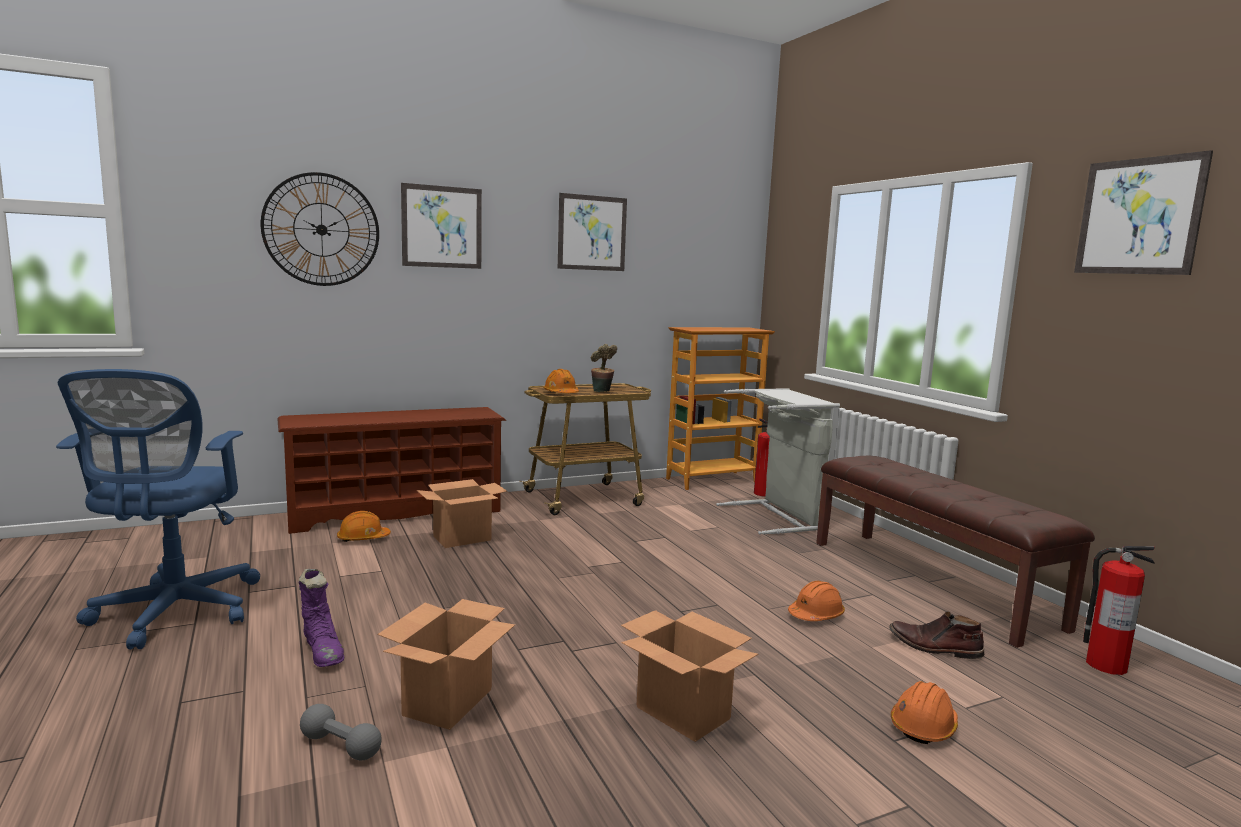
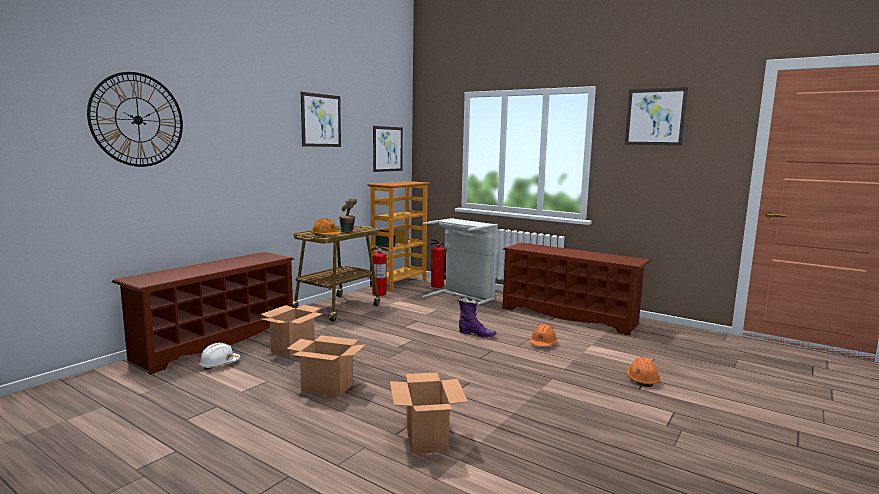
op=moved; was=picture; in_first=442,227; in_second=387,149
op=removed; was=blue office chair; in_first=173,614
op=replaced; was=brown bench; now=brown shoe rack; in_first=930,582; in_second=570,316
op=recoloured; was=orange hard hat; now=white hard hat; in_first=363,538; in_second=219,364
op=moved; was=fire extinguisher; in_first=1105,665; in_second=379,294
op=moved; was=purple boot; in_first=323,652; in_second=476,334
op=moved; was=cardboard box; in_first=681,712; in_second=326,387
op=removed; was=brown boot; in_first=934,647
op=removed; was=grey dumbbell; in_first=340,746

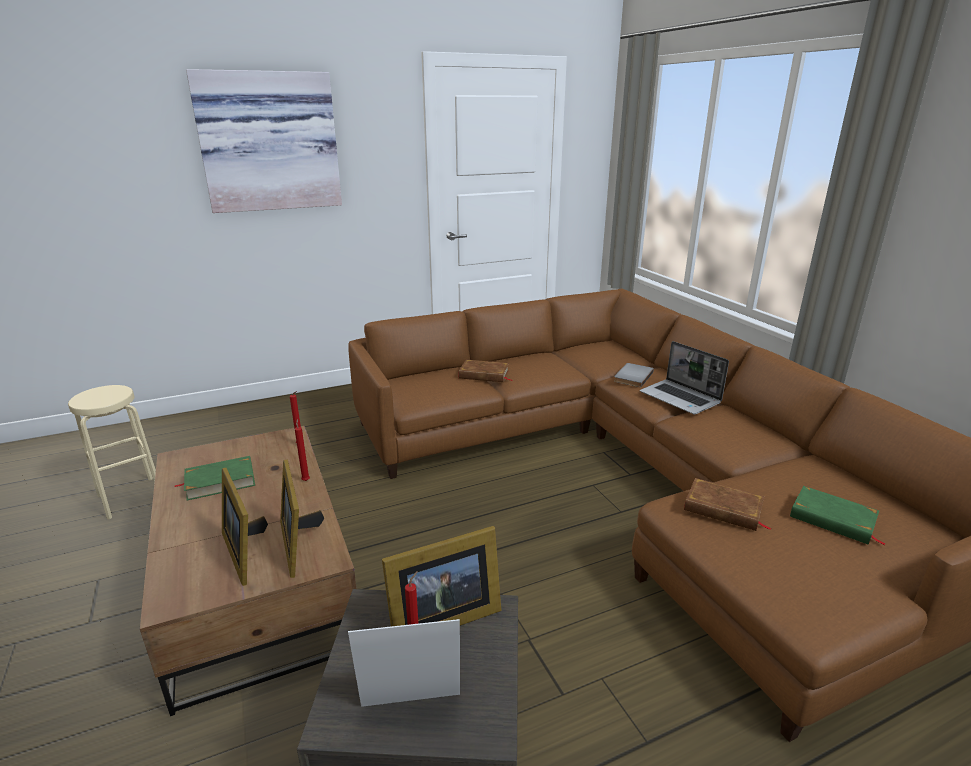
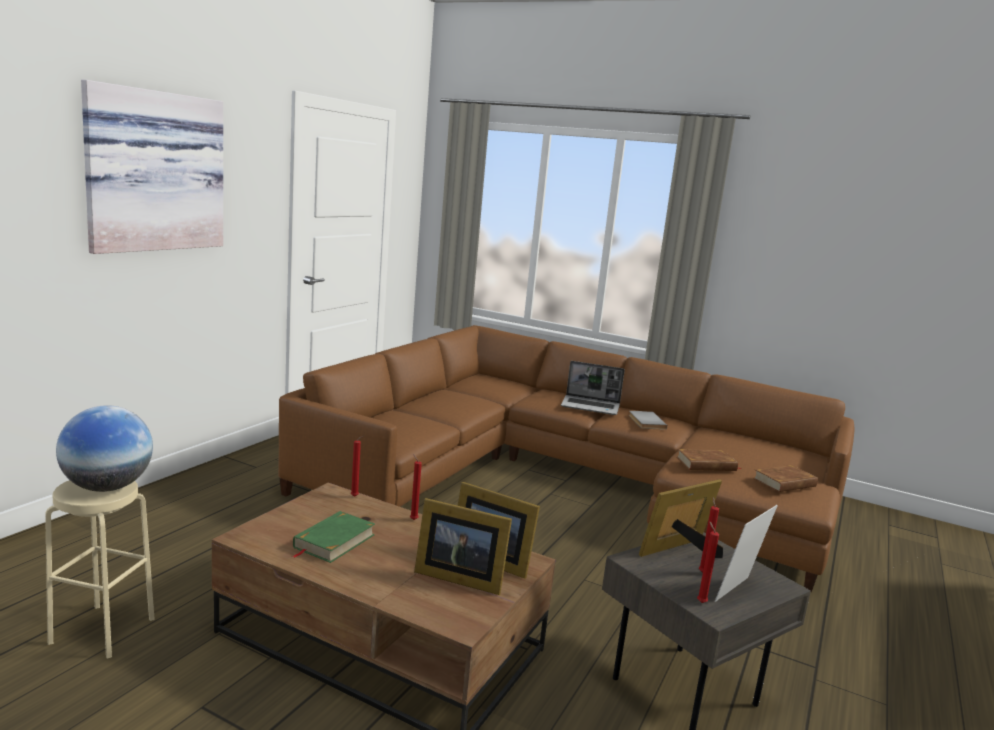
op=moved; was=brown book; in_first=484,374; in_second=785,482
op=moved; was=grey book; in_first=632,376; in_second=645,422
op=removed; was=green book; in_first=832,519
op=turned; was=picture frame; in_first=440,618; in_second=681,551; clockwise=-150
op=added; now=globe; in_second=107,487
op=added; now=red candle; in_second=700,602

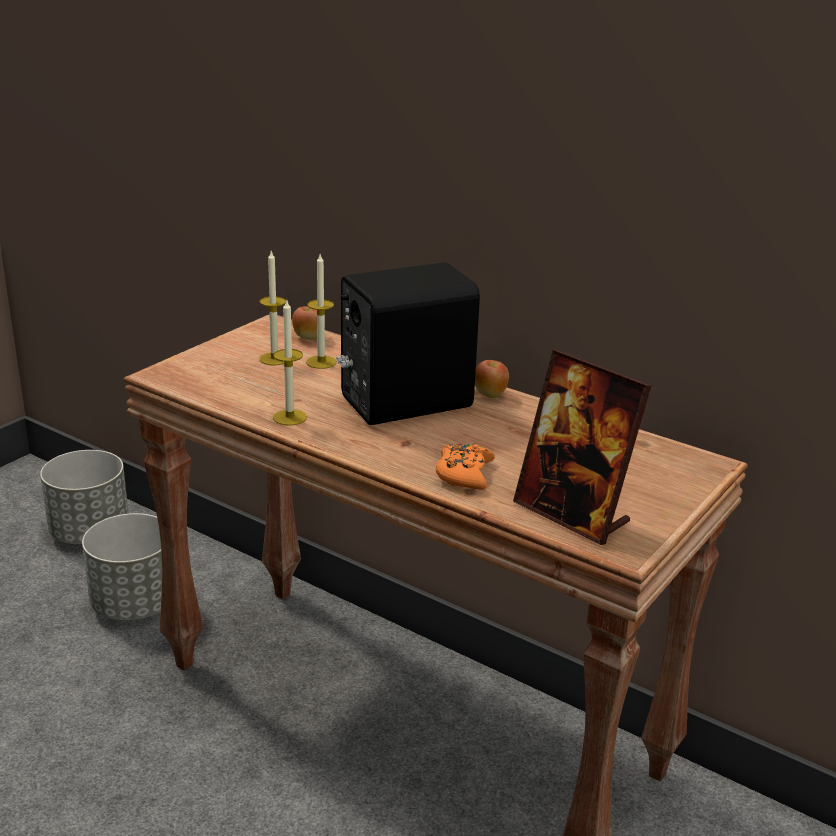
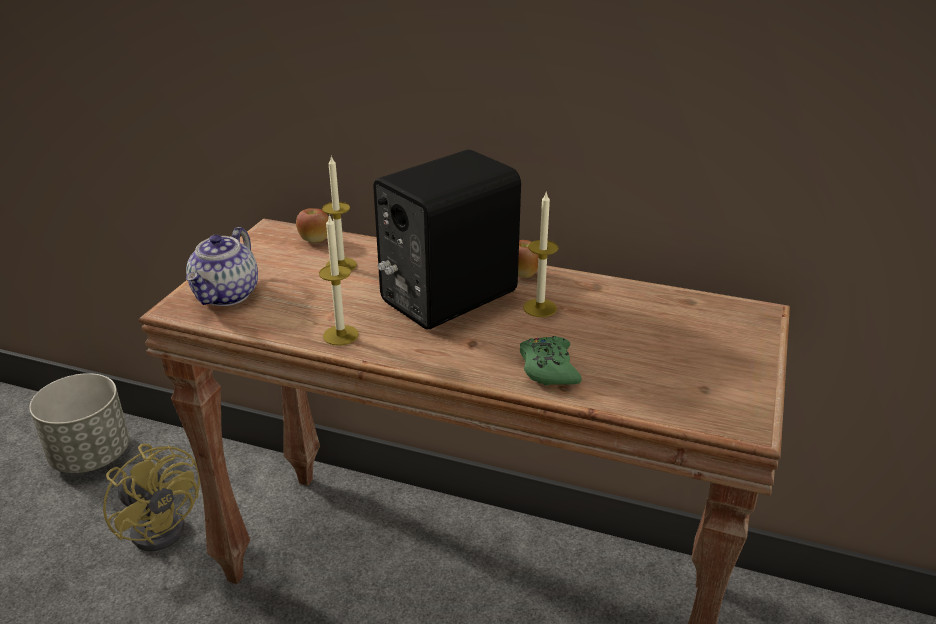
op=moved; was=candle; in_first=274,359; in_second=540,308
op=removed; was=picture frame; in_first=572,514
op=recoloured; was=orange game controller; now=green game controller; in_first=464,474; in_second=548,368
op=replaced; was=grey planter; now=yellow fan; in_first=135,604; in_second=163,523
op=added; now=teapot; in_second=227,295

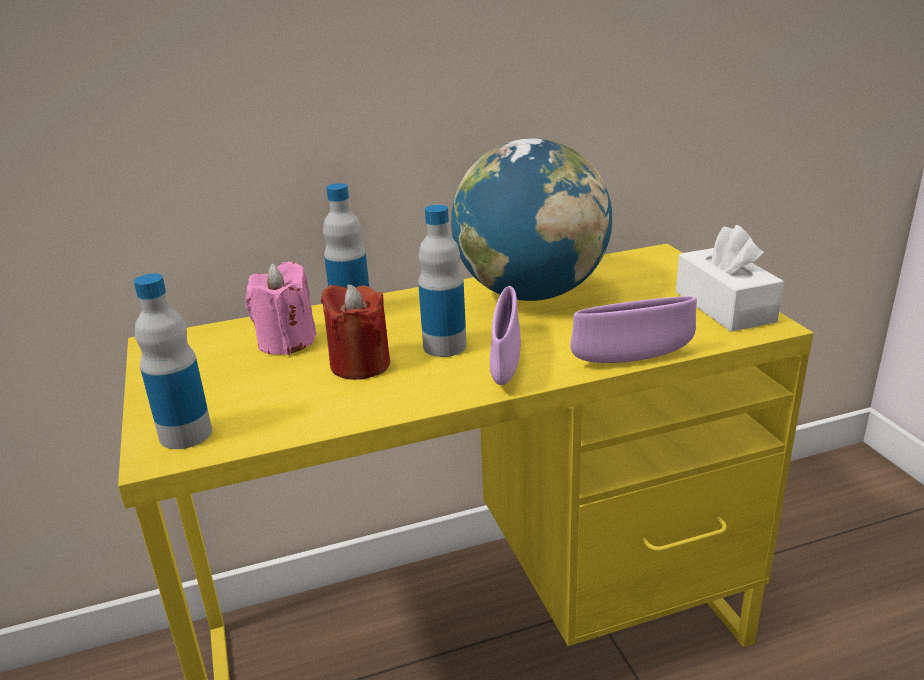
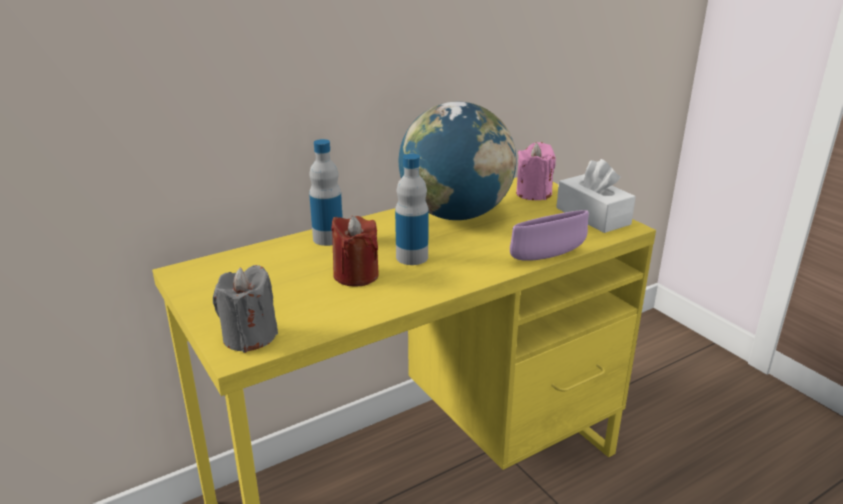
op=moved; was=pink candle; in_first=286,342; in_second=533,194
op=replaced; was=bottle; now=grey candle; in_first=185,434; in_second=249,337
op=removed; was=purple bowl; in_first=505,364

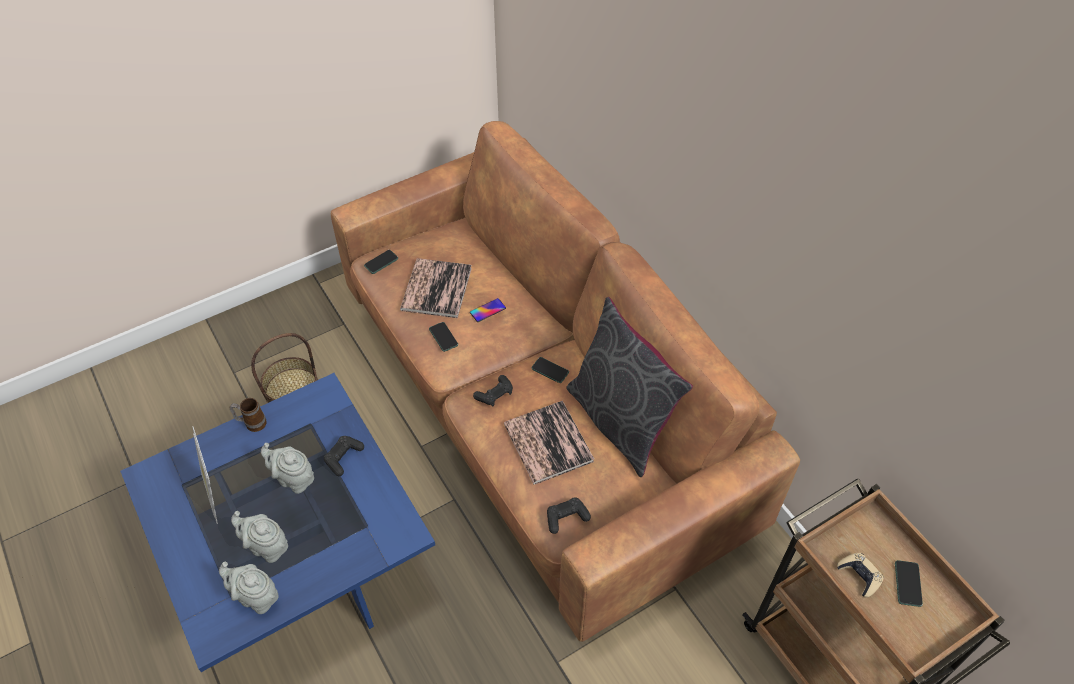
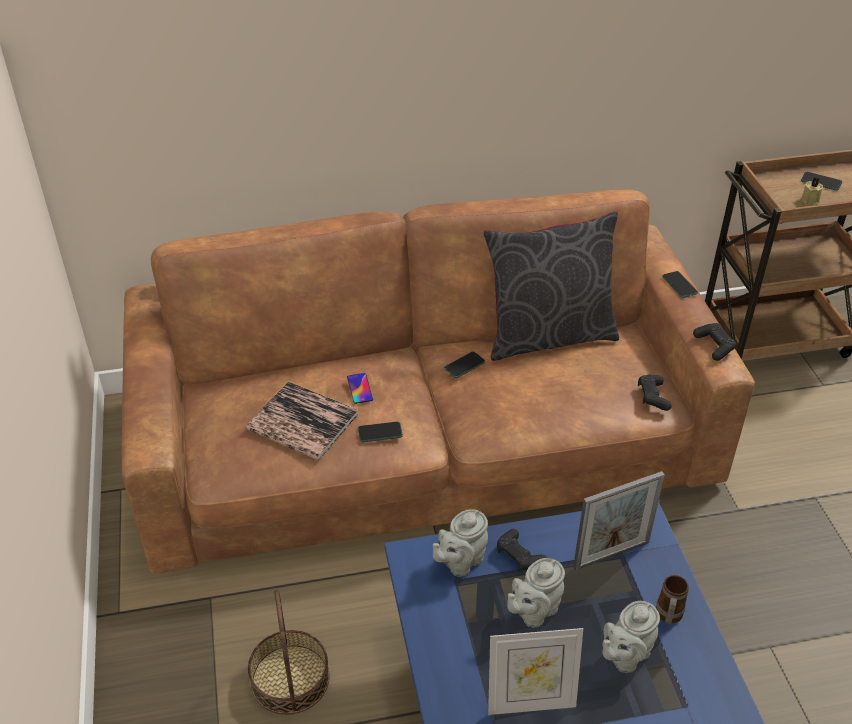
op=moved; was=phone; in_first=381,262; in_second=679,285
op=moved; was=black game controller; in_first=494,394; in_second=714,346
op=moved; was=mug; in_first=252,423; in_second=667,617
op=removed; was=book; in_first=548,443
op=replaced; was=beige game controller; now=beige candle; in_first=859,576; in_second=811,200
op=moved; was=grey teapot; in_first=256,597; in_second=460,562
op=added; now=picture frame; in_second=611,555

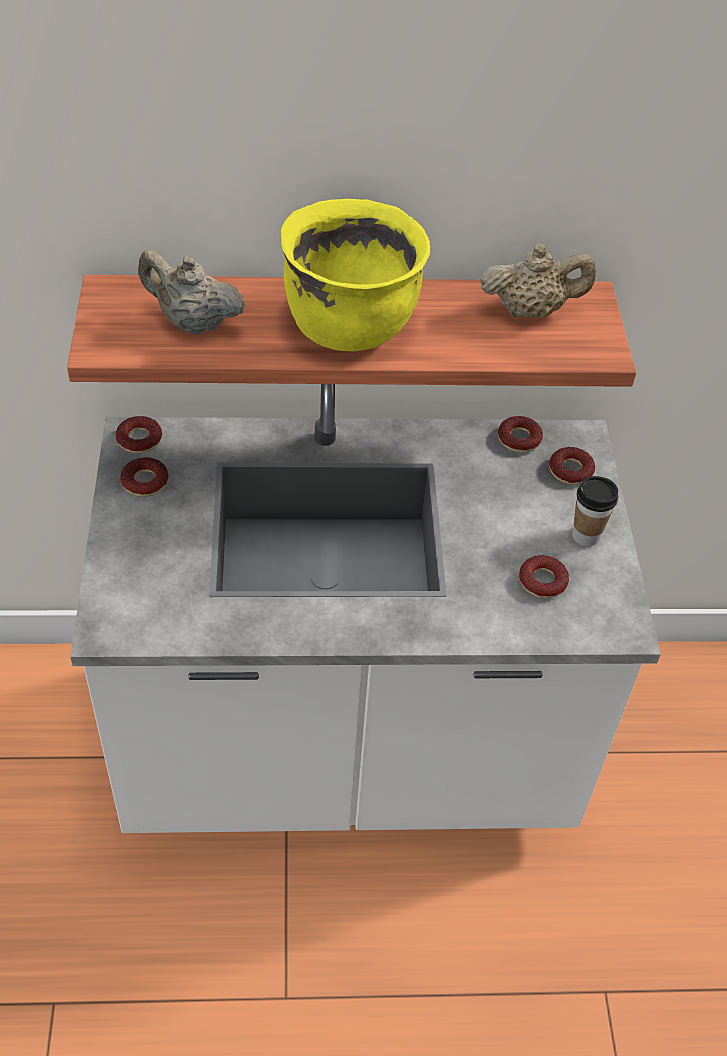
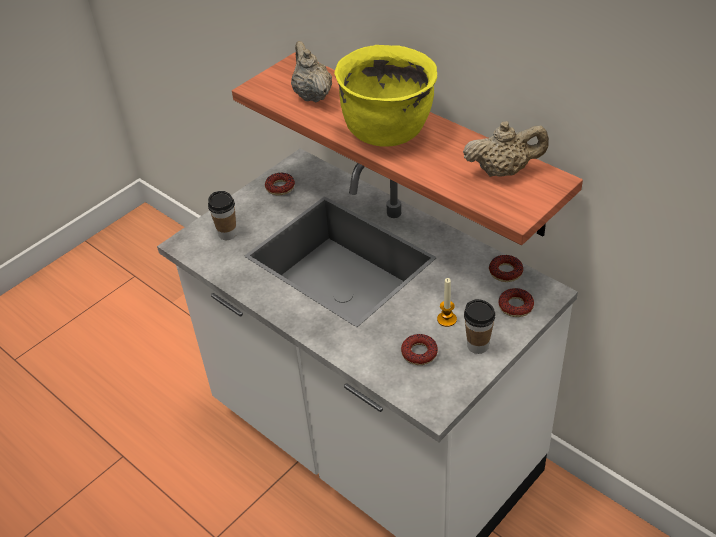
op=turned; was=beige teapot; in_first=531,311; in_second=503,171; clockwise=-45
op=removed; was=donut; in_first=139,439
op=added; now=cup; in_second=227,234
op=added; now=candle; in_second=446,319

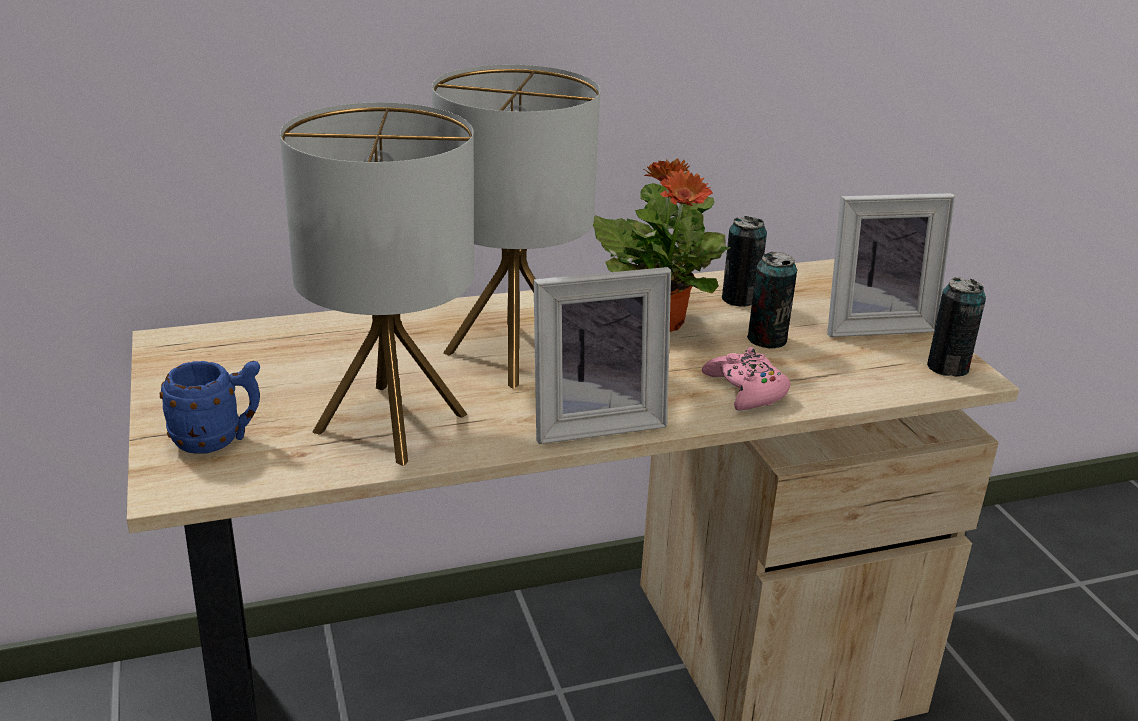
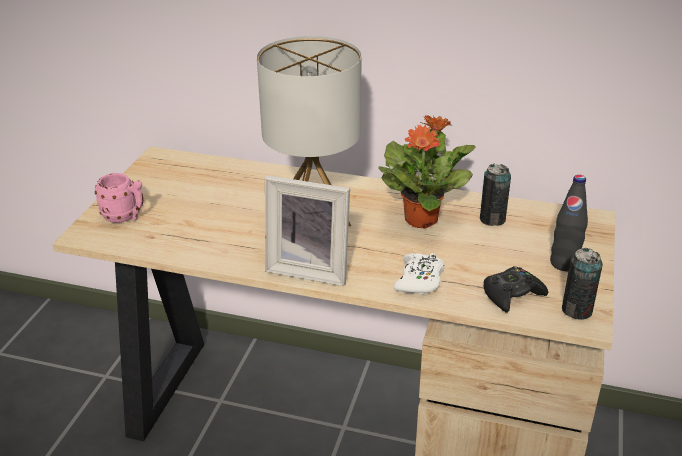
op=removed; was=table lamp; in_first=391,422
op=replaced; was=picture frame; now=black bottle; in_first=873,324; in_second=564,263
op=removed; was=can; in_first=766,340
op=recoloured; was=pink game controller; now=white game controller; in_first=746,390; in_second=419,280
op=recoloured; was=blue mug; now=pink mug; in_first=218,440; in_second=125,217
op=added; now=black game controller; in_second=512,295

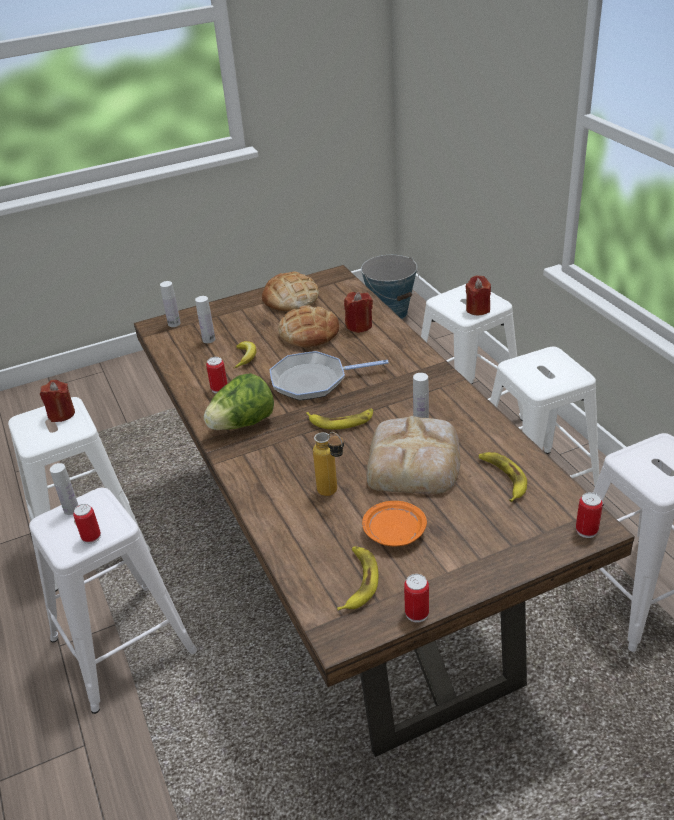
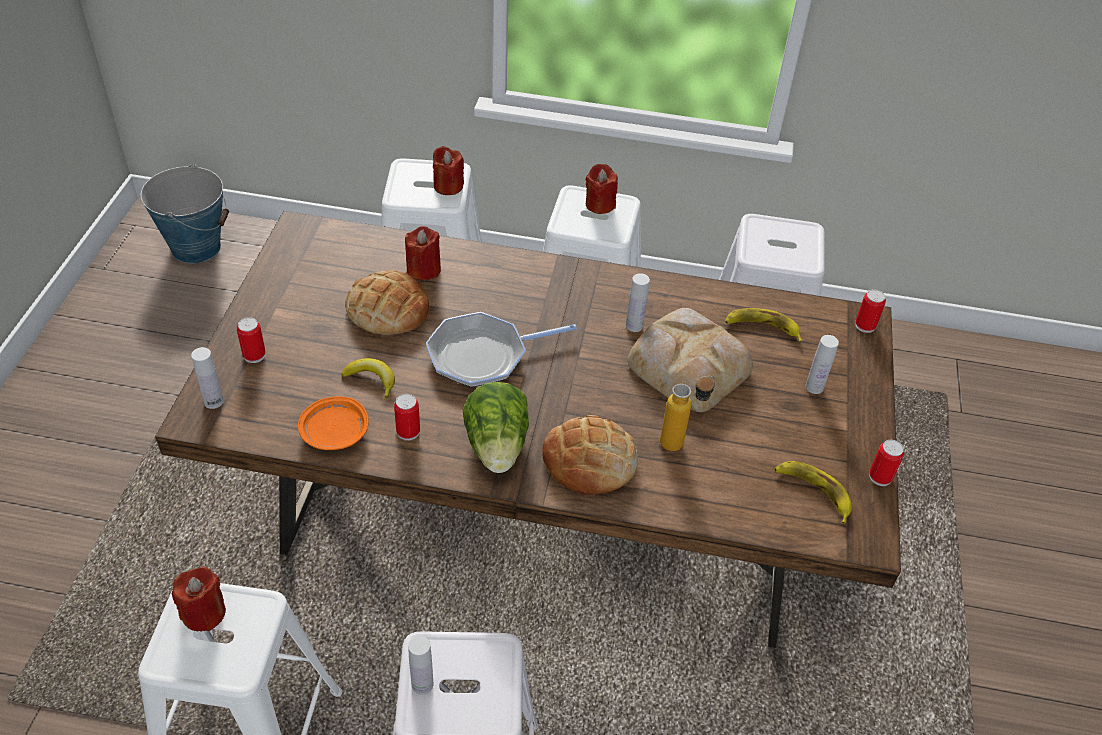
op=moved; was=bread; in_first=290,298; in_second=590,461
op=moved; was=white bottle; in_first=209,339; in_second=814,387
op=turned; was=frying pan; in_first=313,381; in_second=483,355; clockwise=45
op=removed; was=banana; in_first=341,421
op=moved; was=orange plate; in_first=393,532; in_second=334,432
op=moved; was=can; in_first=91,537; in_second=254,355
op=added; now=red candle; in_second=600,204

